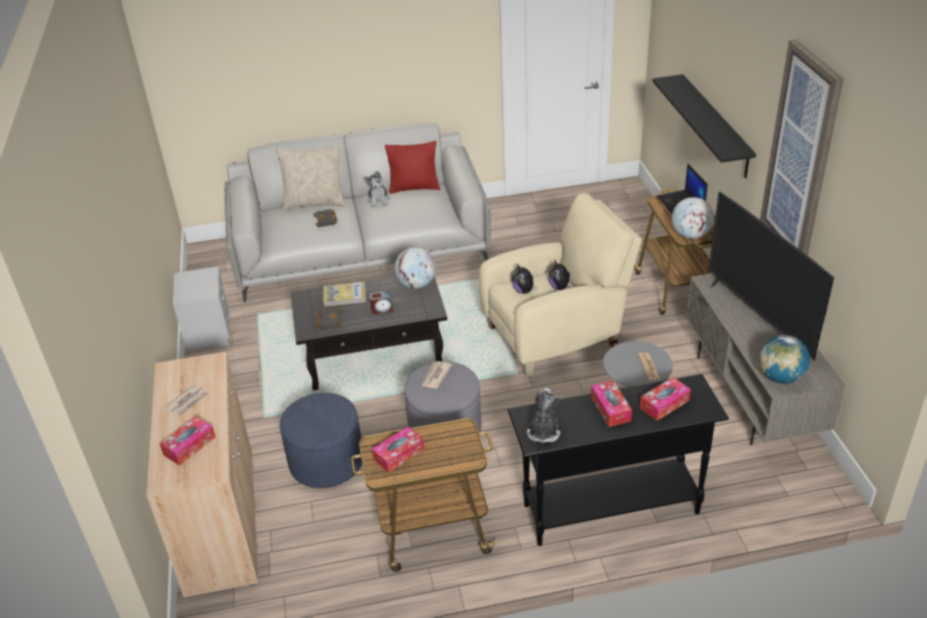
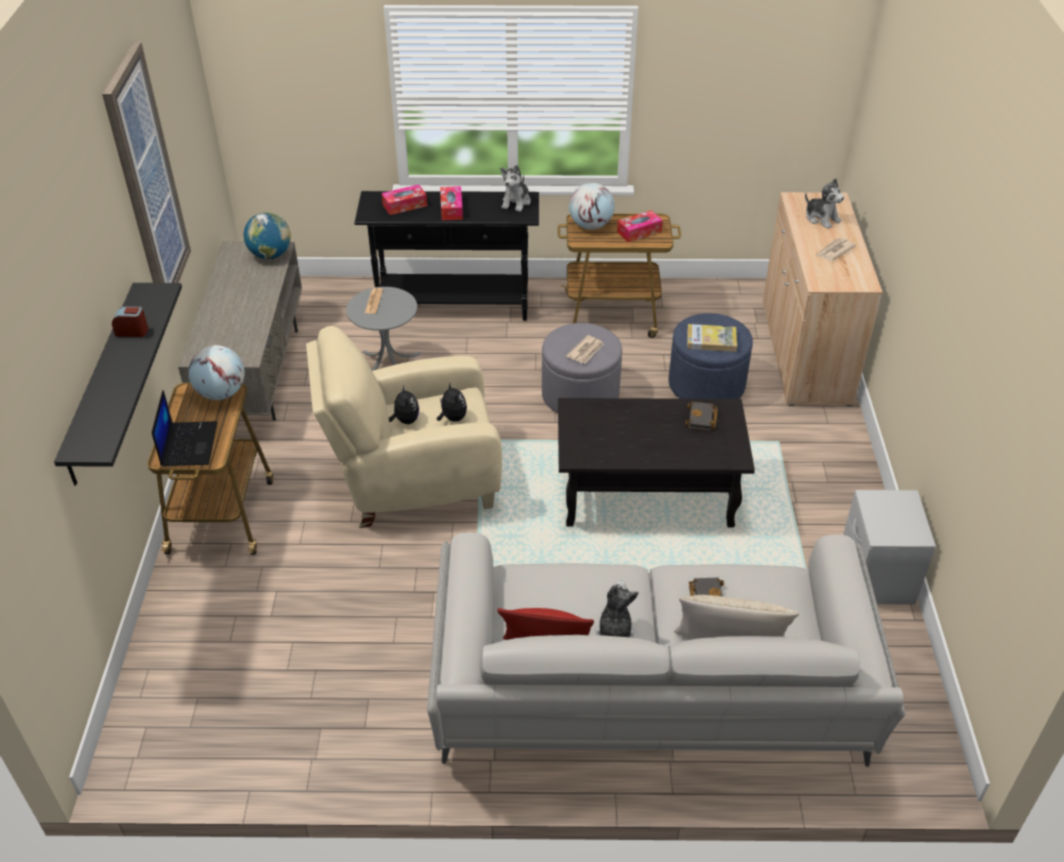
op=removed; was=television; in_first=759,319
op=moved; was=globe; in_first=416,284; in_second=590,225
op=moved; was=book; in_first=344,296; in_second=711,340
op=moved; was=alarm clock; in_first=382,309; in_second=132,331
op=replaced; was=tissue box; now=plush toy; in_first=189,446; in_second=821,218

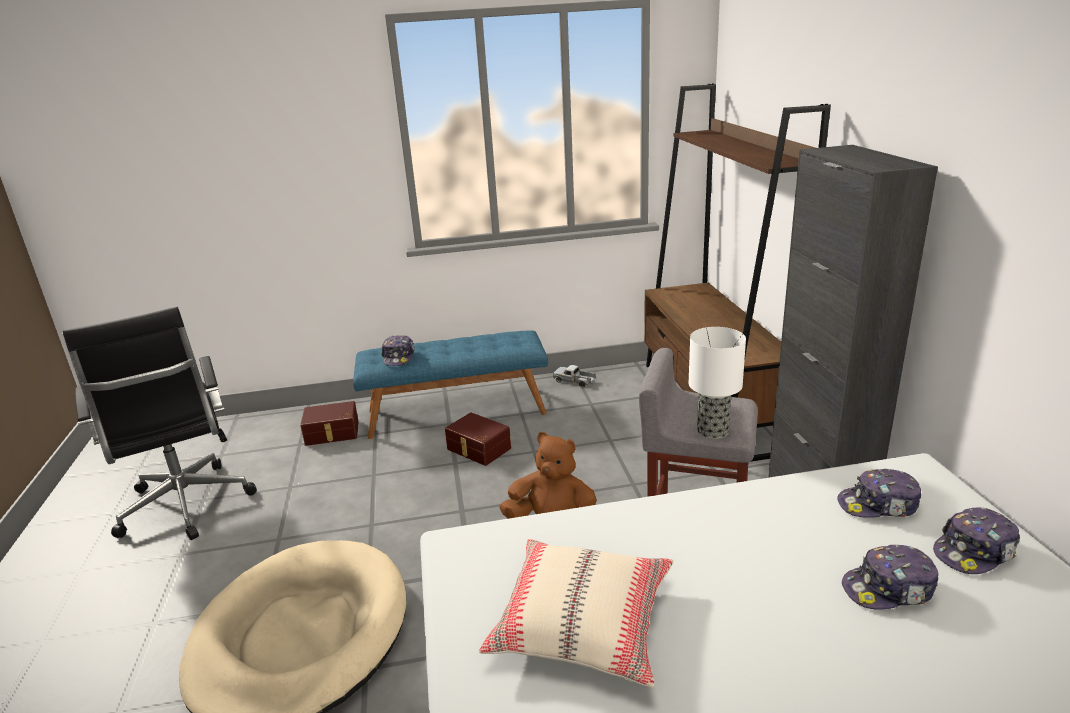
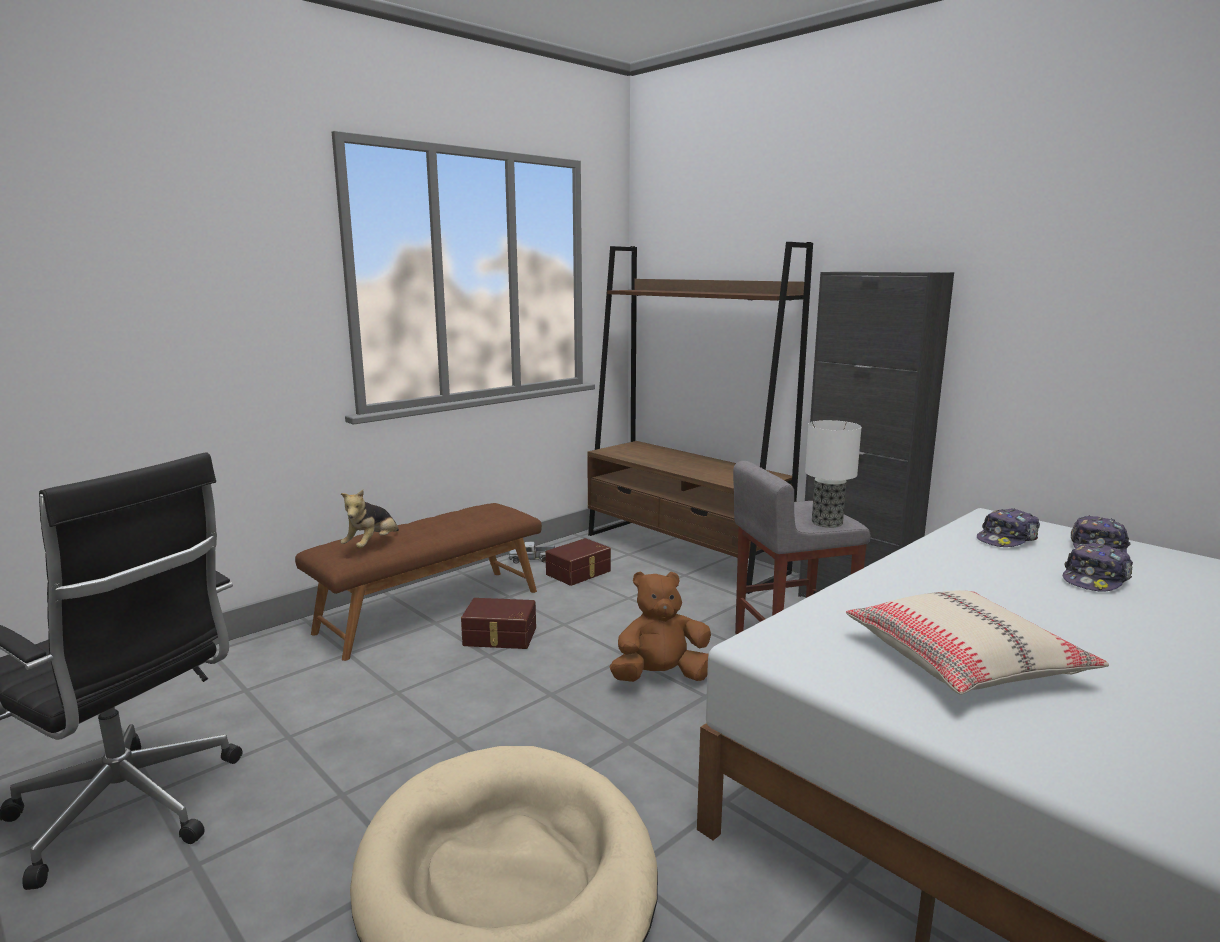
op=recoloured; was=blue bench; now=brown bench; in_first=456,411; in_second=430,610
op=replaced; was=cap; now=plush toy; in_first=399,357; in_second=372,545
op=moved; was=brown storage box; in_first=332,433; in_second=579,573

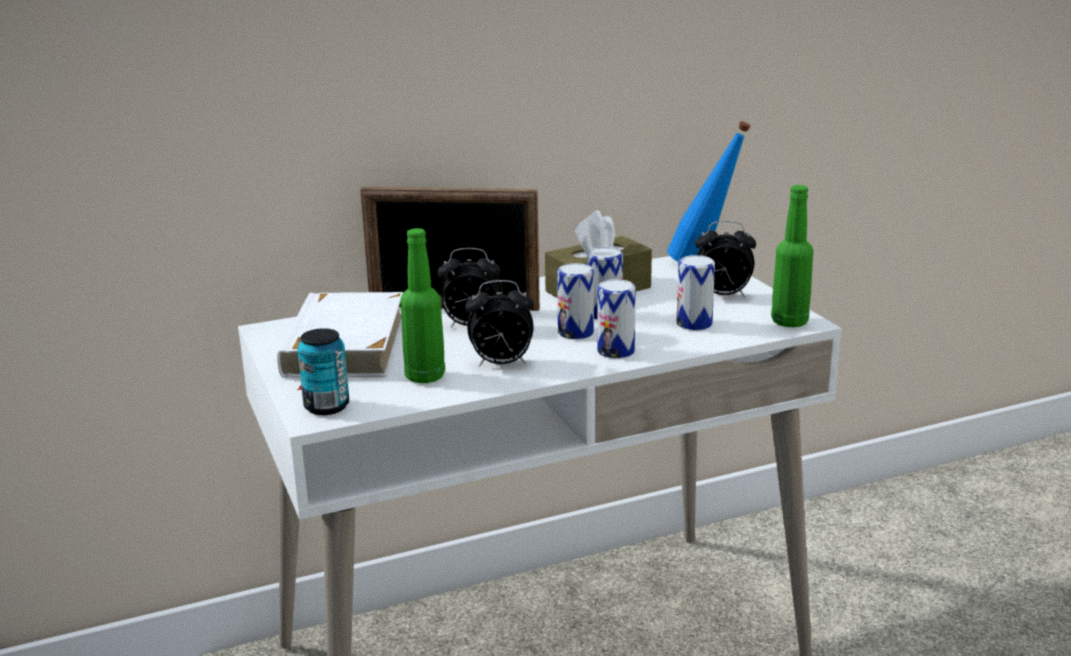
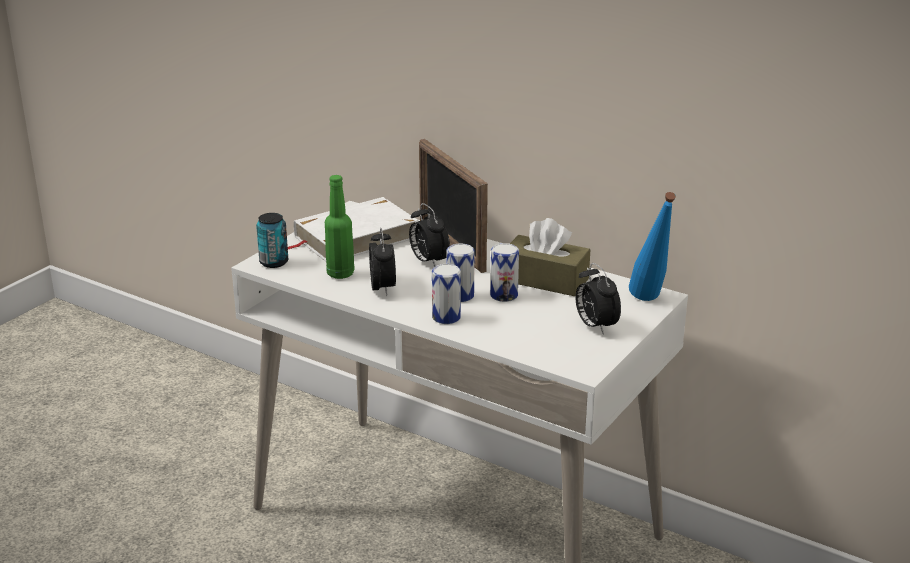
op=removed; was=green bottle; in_first=789,322
op=removed; was=can; in_first=694,323
op=turned; was=alarm clock; in_first=501,364; in_second=383,289; clockwise=-150

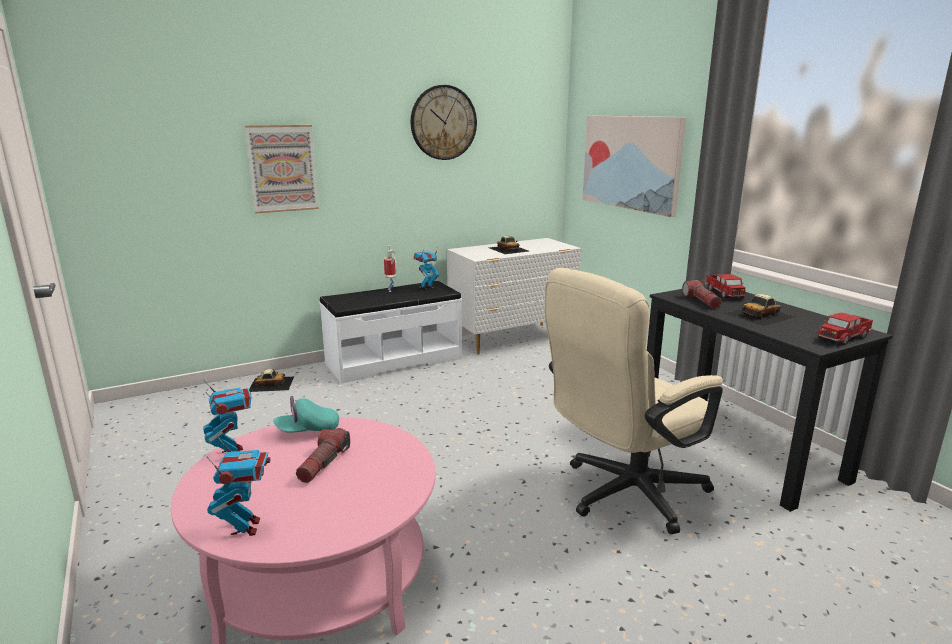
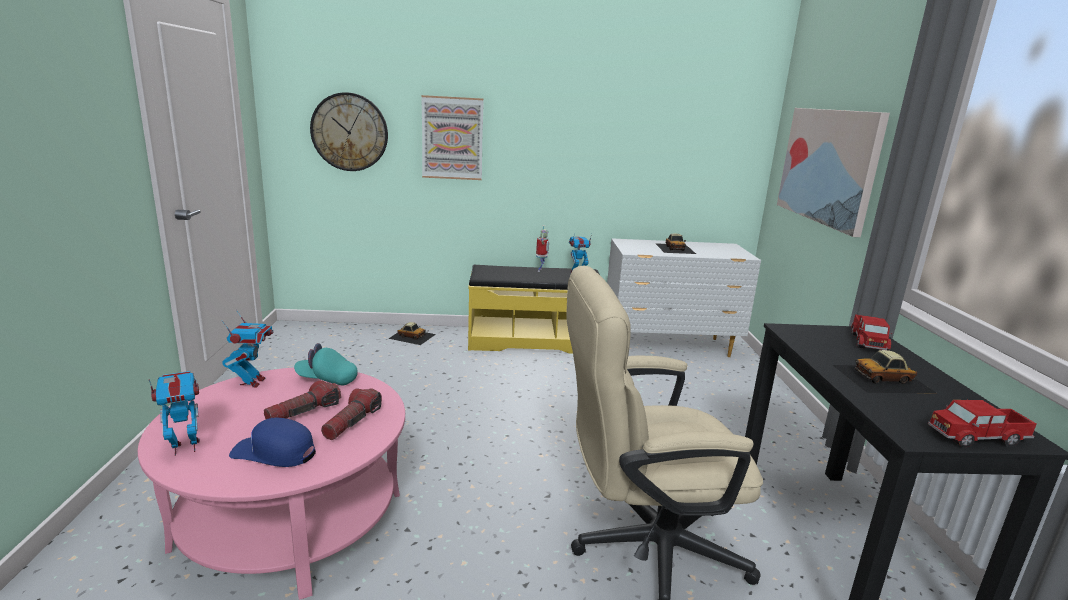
op=moved; was=wall clock; in_first=443,122; in_second=349,132
op=moved; was=flashlight; in_first=701,301; in_second=352,422
op=recoloured; was=white bench; now=yellow bench; in_first=393,360; in_second=532,340
op=turned; was=toy robot; in_first=246,527; in_second=185,447; clockwise=-135
op=added; now=blue cap; in_second=274,452

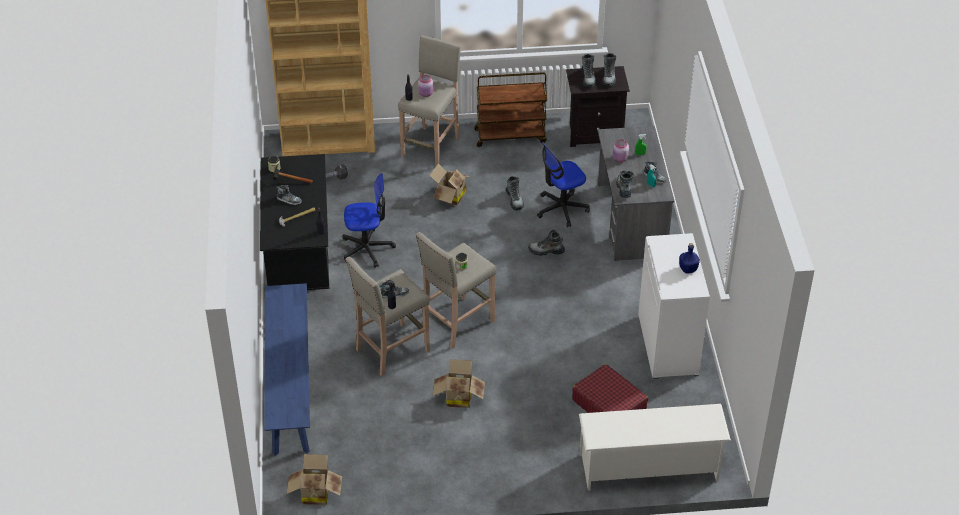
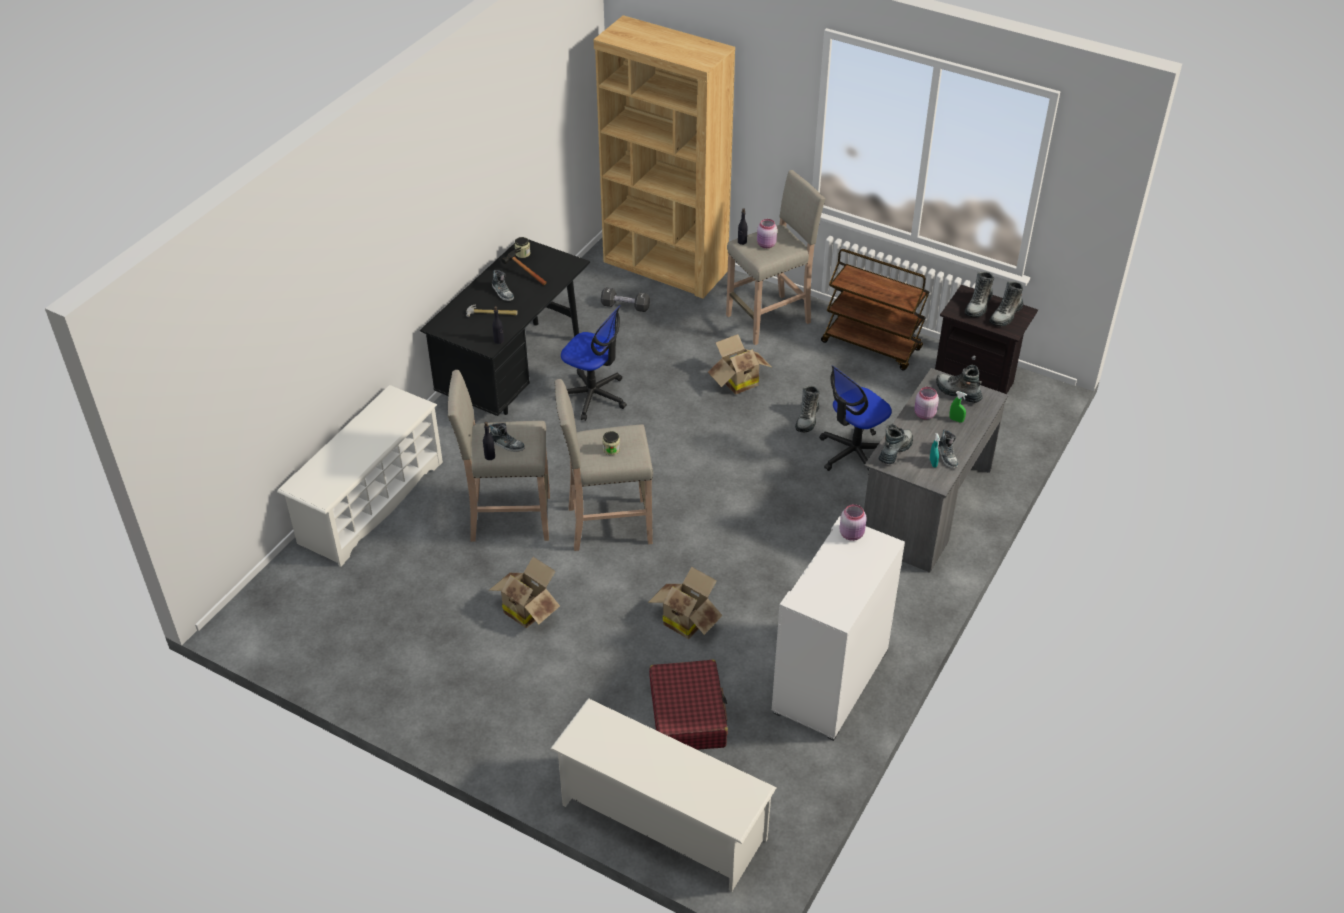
op=turned; was=office chair; in_first=561,208; in_second=853,454; clockwise=-45
op=moved; was=boot; in_first=546,251; in_second=957,392
op=removed; was=blue bottle; in_first=688,269
op=replaced; was=blue bench; now=white shoe rack; in_first=290,386; in_second=370,502
op=moved; was=cardboard box; in_first=315,493; in_second=686,620
op=added; now=pink jar; in_second=852,534

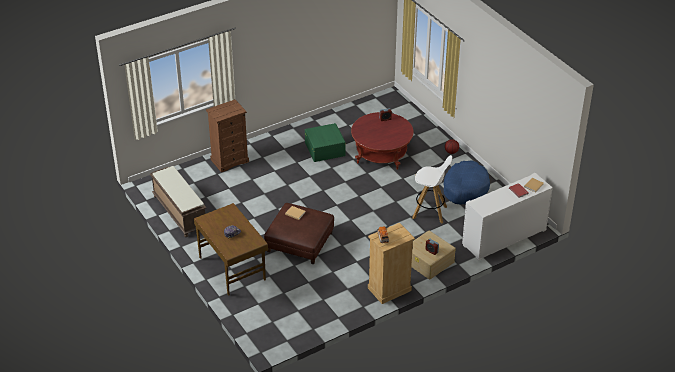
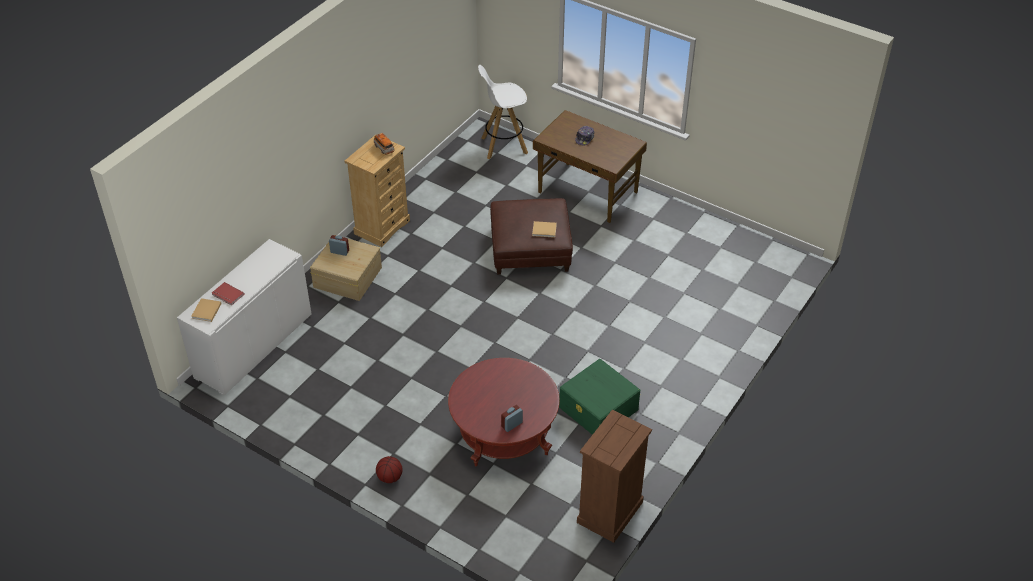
op=moved; was=brown dresser; in_first=230,160; in_second=610,512
op=moved; was=white stool; in_first=430,212; in_second=503,145
op=removed; was=blue dog bed; in_first=465,188
op=removed; was=brown bench; in_first=179,212

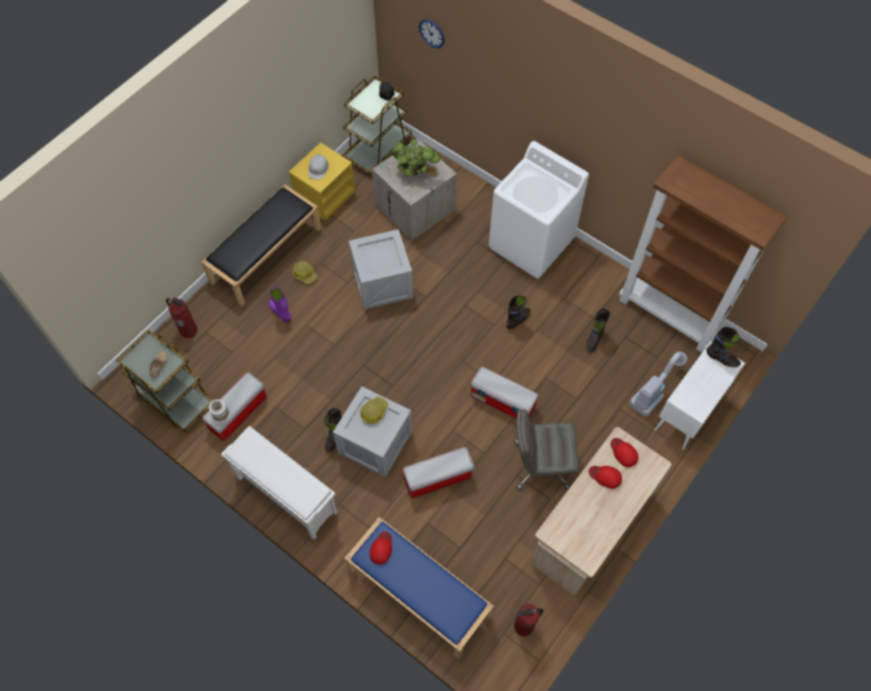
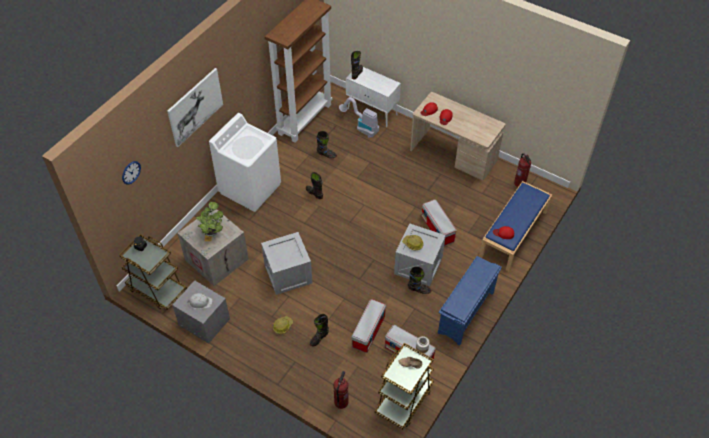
op=recoloured; was=yellow nightstand; now=grey nightstand; in_first=325,195; in_second=203,322
op=removed; was=black bench; in_first=266,254
op=recoloured; was=purple boot; now=black boot; in_first=280,312; in_second=319,338
op=moved; was=storage box; in_first=503,401; in_second=368,331
op=removed; was=grey office chair; in_first=540,465
op=recoloured; was=white shoe rack; now=blue shoe rack; in_first=285,495; in_second=466,313
op=added; now=picture; in_second=195,107

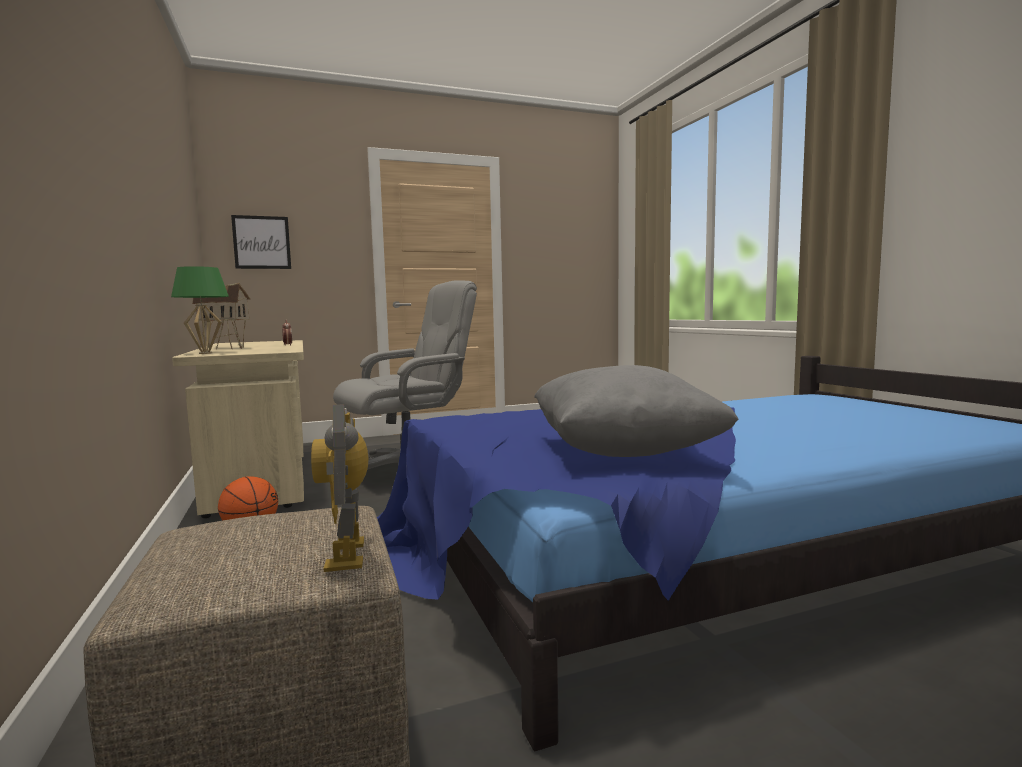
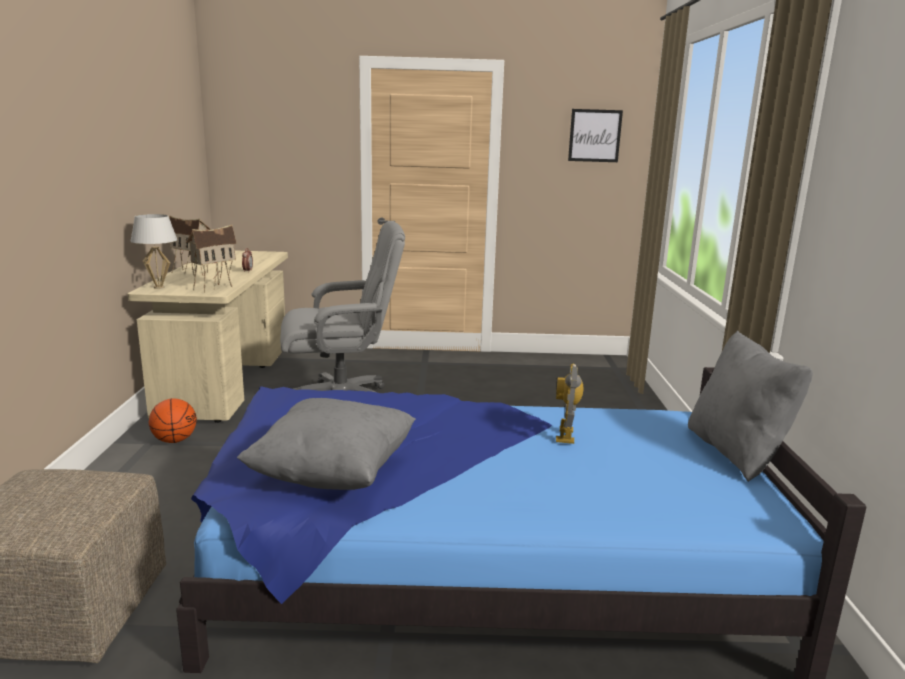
op=moved; was=picture; in_first=262,242; in_second=594,135
op=recoloured; was=green table lamp; now=white table lamp; in_first=206,353; in_second=159,287
op=moved; was=toy robot; in_first=348,554; in_second=566,435
op=added; now=toy house; in_second=214,287
op=added; now=grey pillow; in_second=736,452

